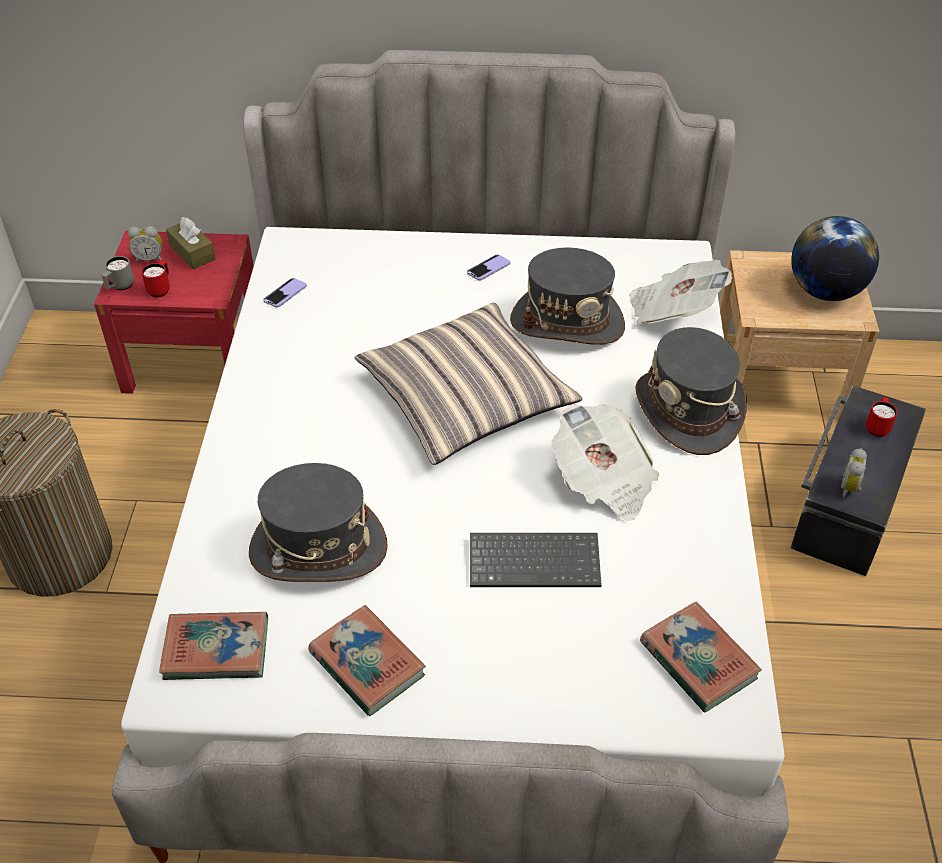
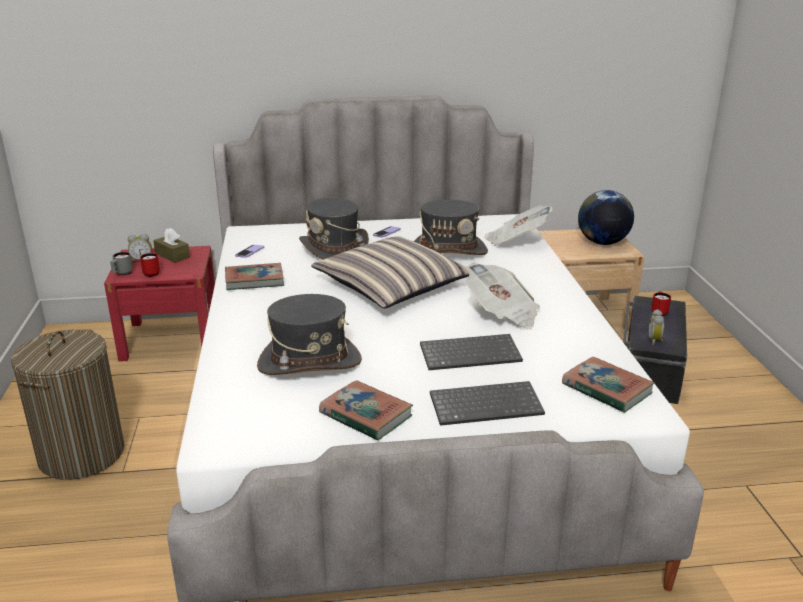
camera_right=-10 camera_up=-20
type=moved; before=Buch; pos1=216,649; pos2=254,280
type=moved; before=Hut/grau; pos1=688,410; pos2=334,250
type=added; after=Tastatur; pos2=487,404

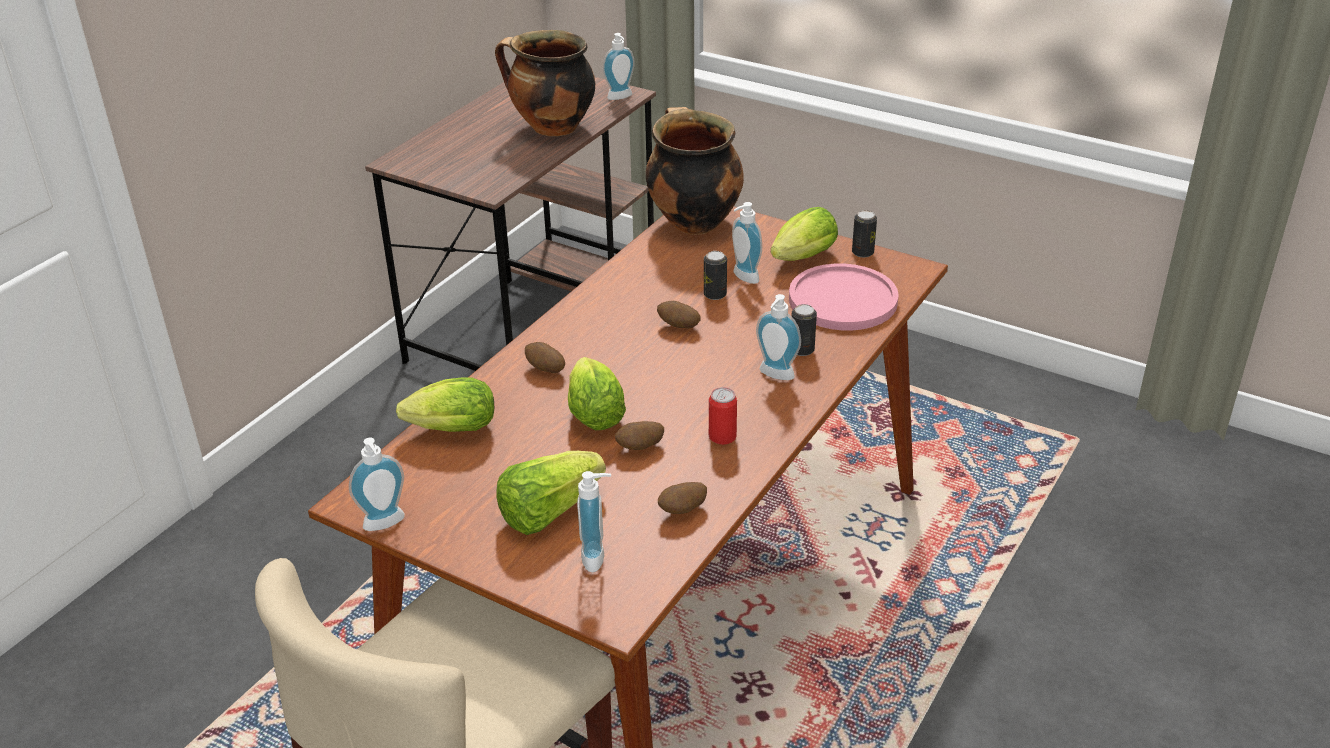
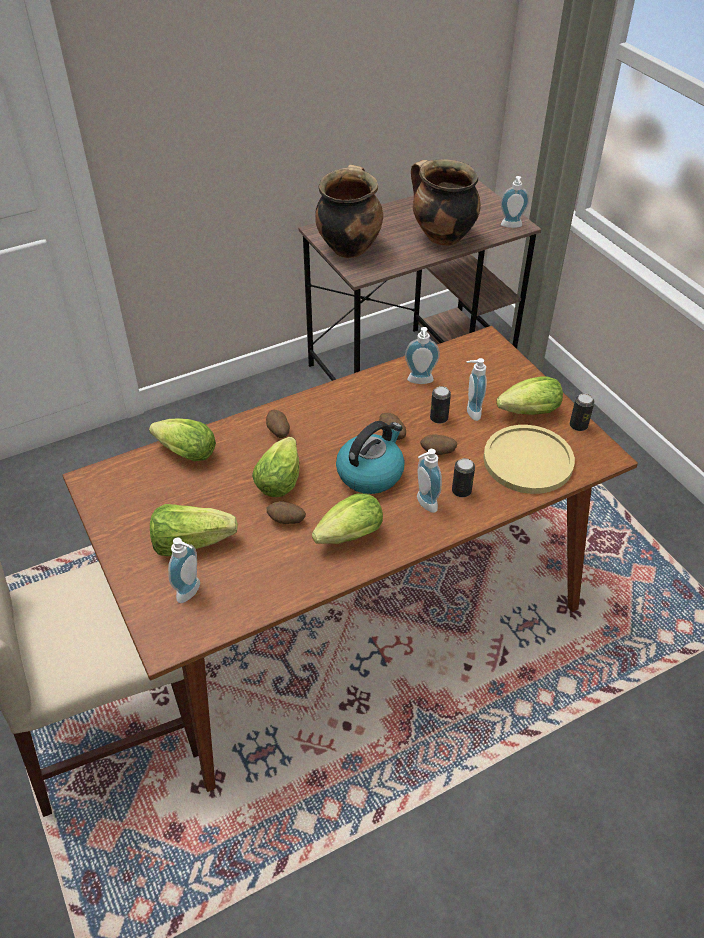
camera_right=30 camera_up=10
type=moved; before=Seifenspender; pos1=385,525; pos2=420,382
type=moved; before=Kochtopf; pos1=692,221; pos2=348,247
type=moved; before=Kartoffel; pos1=683,510; pos2=437,452
type=replaced; before=Dose; after=Salatkopf; pos1=722,436; pos2=346,537
type=recoloured; before=Teller/rosa; after=Teller/gelb; pos1=843,300; pos2=528,461
type=added; after=Wasserkessel; pos2=370,473

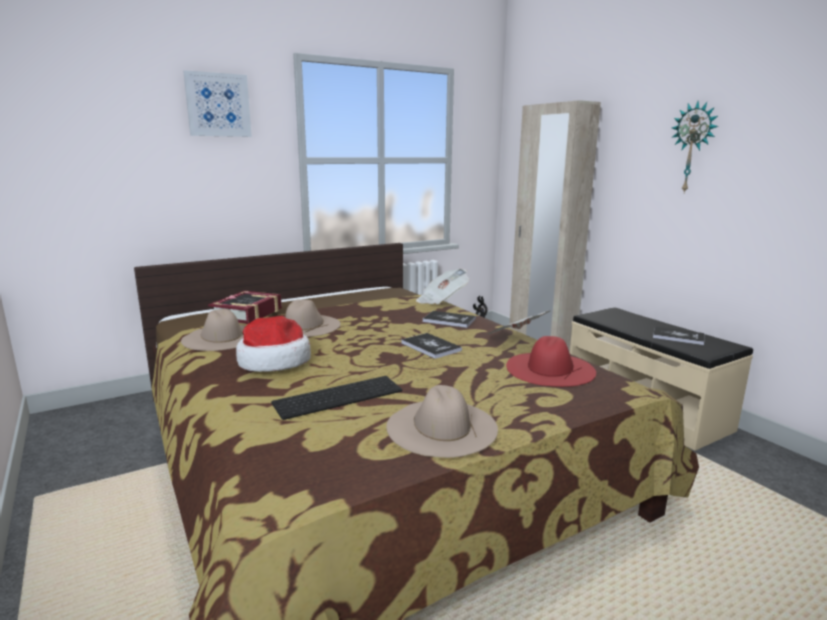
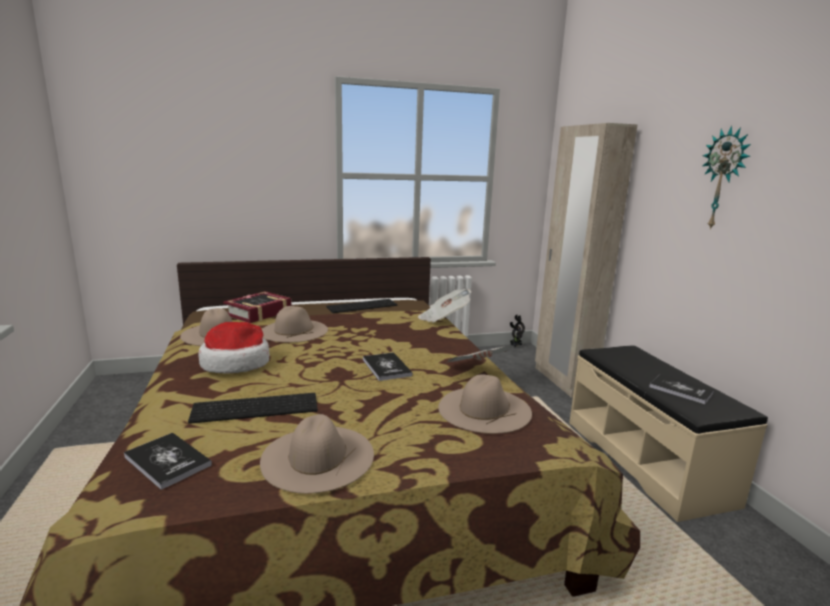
camera_right=15 camera_up=0
type=removed; before=Bild; pos1=218,105
type=moved; before=Buch; pos1=449,320; pos2=167,461
type=recoloured; before=Hut/rot; after=Hut/beige; pos1=550,368; pos2=484,409
type=added; after=Tastatur; pos2=362,306

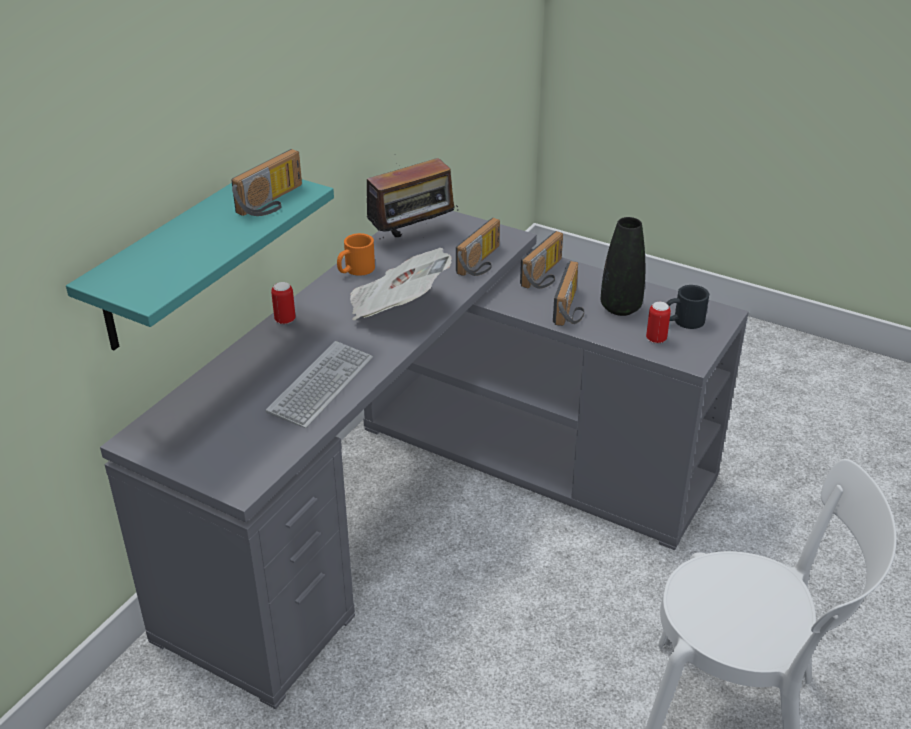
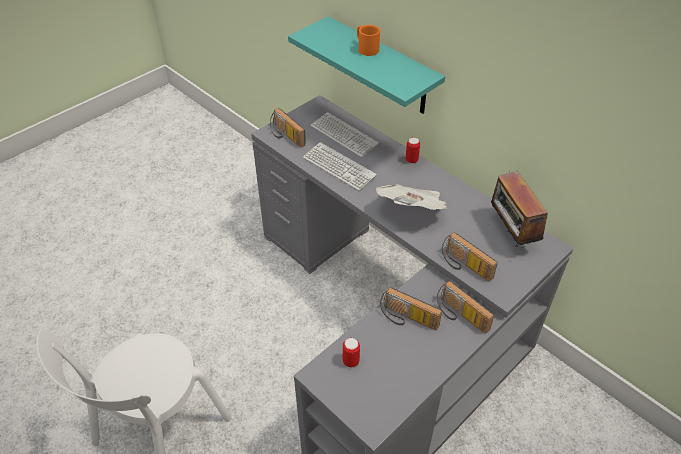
camera_right=105 camera_up=10
type=moved; before=Radio; pos1=273,202; pos2=285,136
type=moved; before=Henkelbecher/orange; pos1=355,270; pos2=366,48
type=removed; before=Vase/schwarz; pos1=620,308
type=removed; before=Henkelbecher/schwarz; pos1=682,321
type=added; after=Tastatur; pos2=344,135

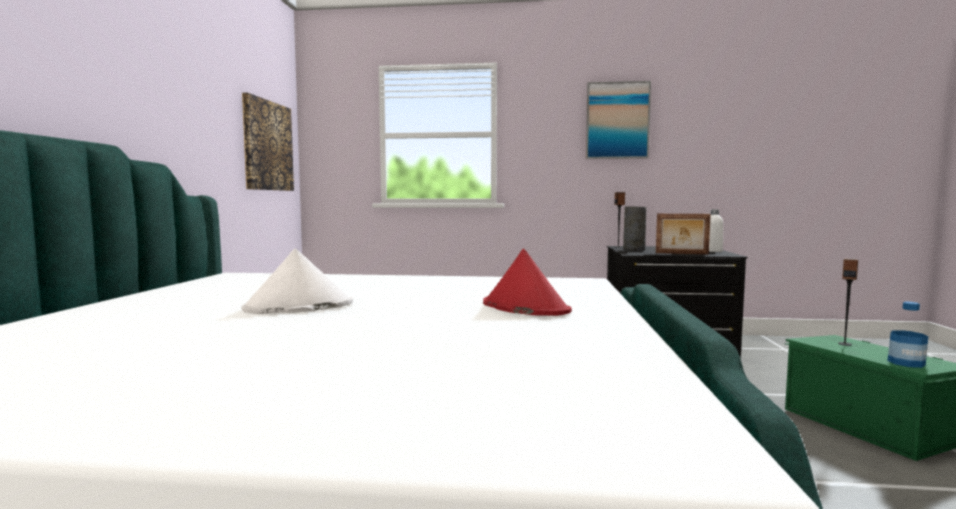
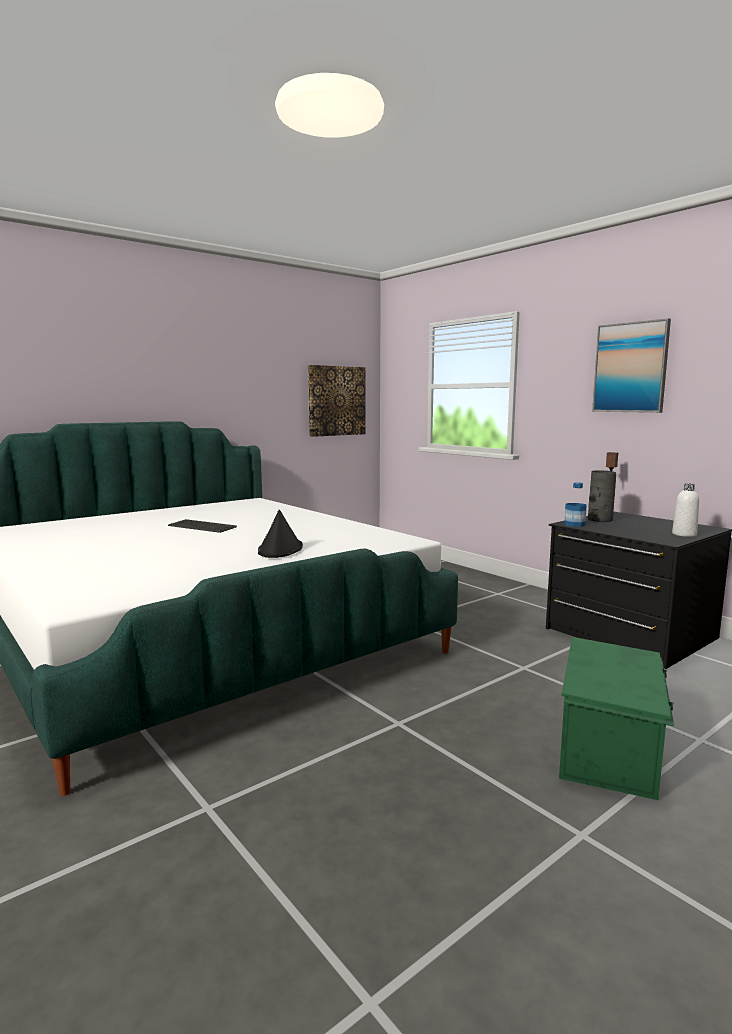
camera_right=45 camera_up=5
type=replaced; before=Hut/weiß; after=Tastatur; pos1=298,307; pos2=201,527
type=recoloured; before=Hut/rot; after=Hut/schwarz; pos1=524,307; pos2=280,550
type=removed; before=Bilderrahmen; pos1=681,253
type=removed; before=Lautsprecher; pos1=844,344
type=moved; before=Flasche; pos1=906,363; pos2=574,524

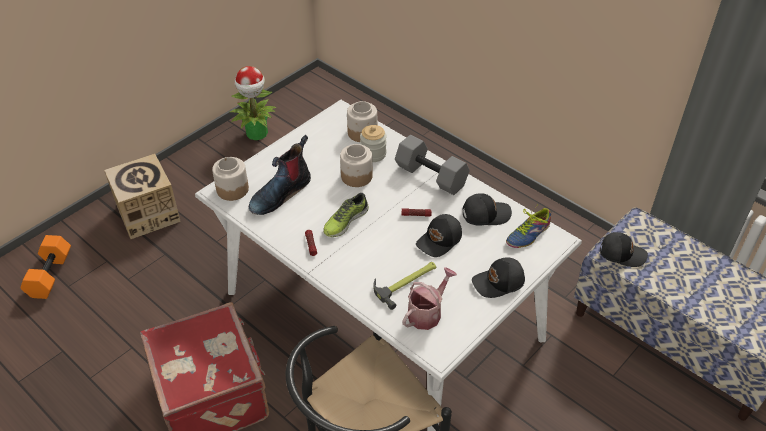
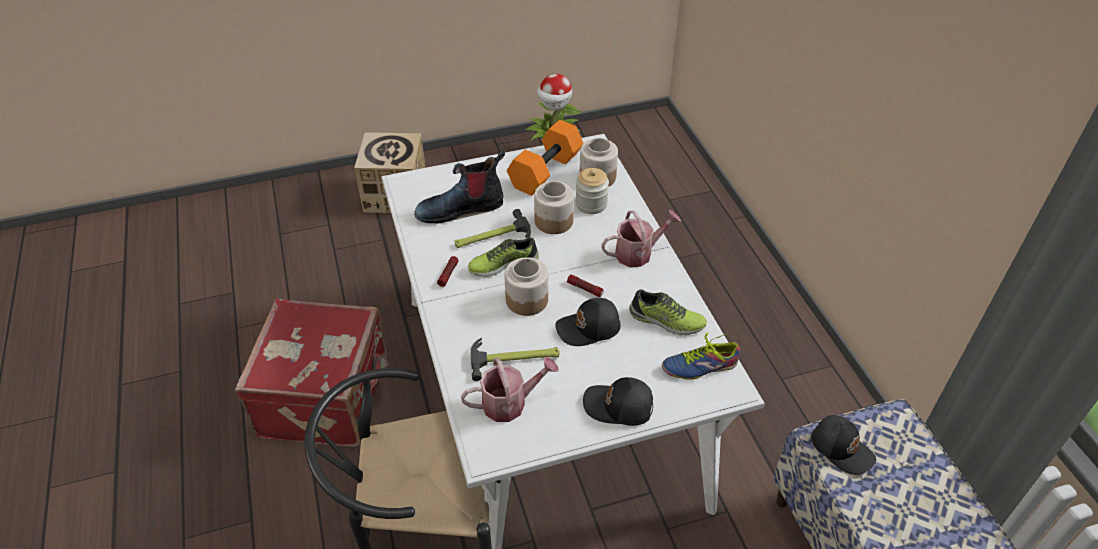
camera_right=30 camera_up=0
type=moved; before=Hantel/orange; pos1=49,274; pos2=545,170
type=moved; before=Vorratsglas; pos1=232,189; pos2=527,299
type=replaced; before=Hantel/grau; after=Gießkanne; pos1=432,175; pos2=638,253
type=replaced; before=Kappe/schwarz; after=Schuh; pos1=485,214; pos2=666,321
type=added; after=Hammer; pos2=492,236

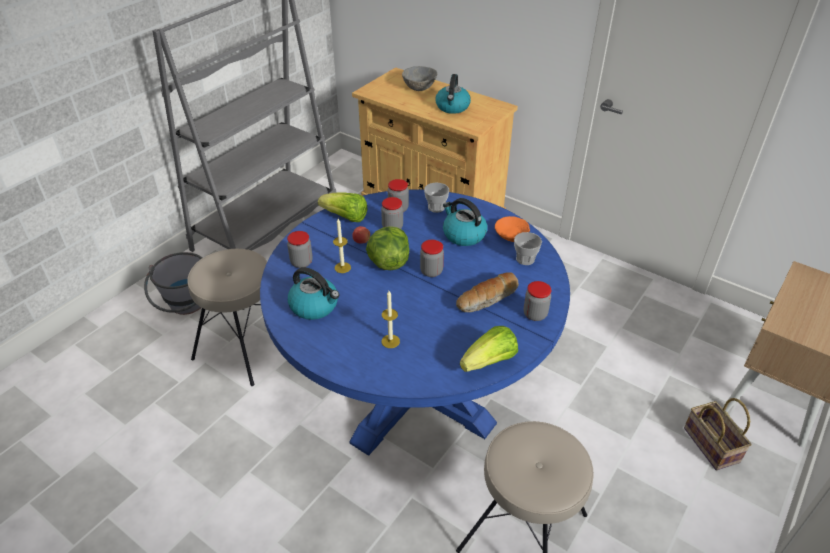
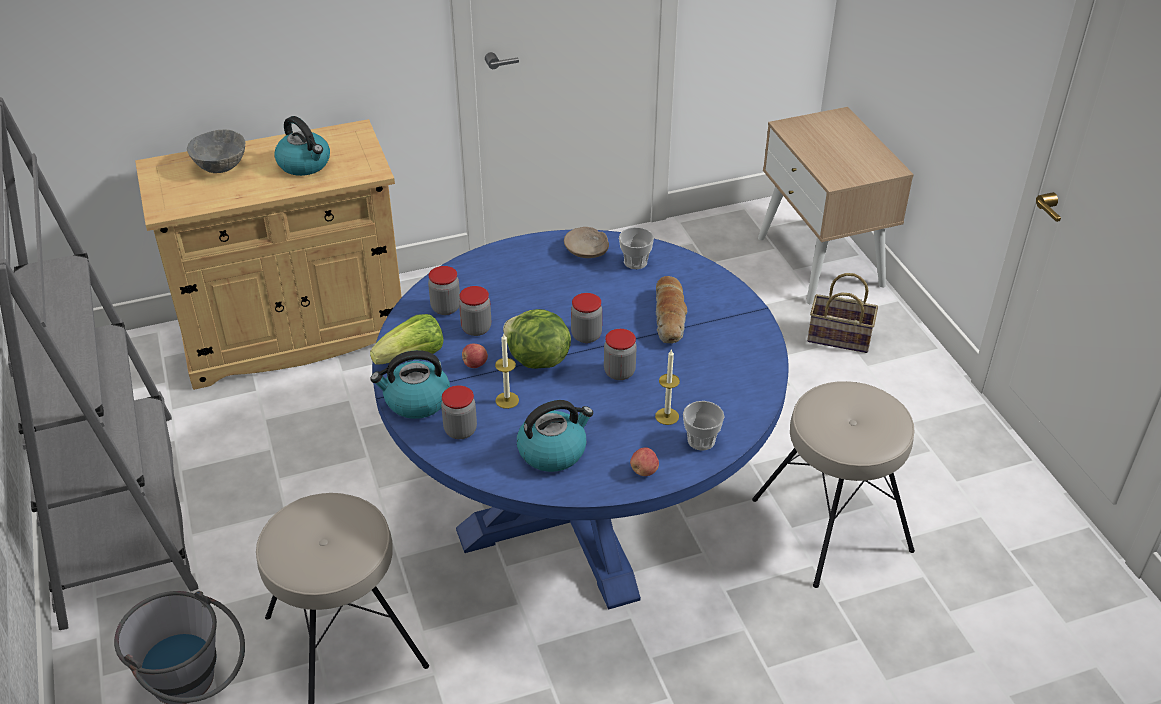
camera_right=-55 camera_up=0
type=moved; before=Tasse; pos1=436,207; pos2=701,440
type=moved; before=Wasserkessel; pos1=463,235; pos2=416,401
type=removed; before=Salatkopf; pos1=489,362
type=recoloured; before=Schüssel/orange; after=Schüssel/beige; pos1=511,235; pos2=587,250
type=moved; before=Vorratsglas; pos1=535,314; pos2=619,372
type=added; after=Apfel; pos2=644,471

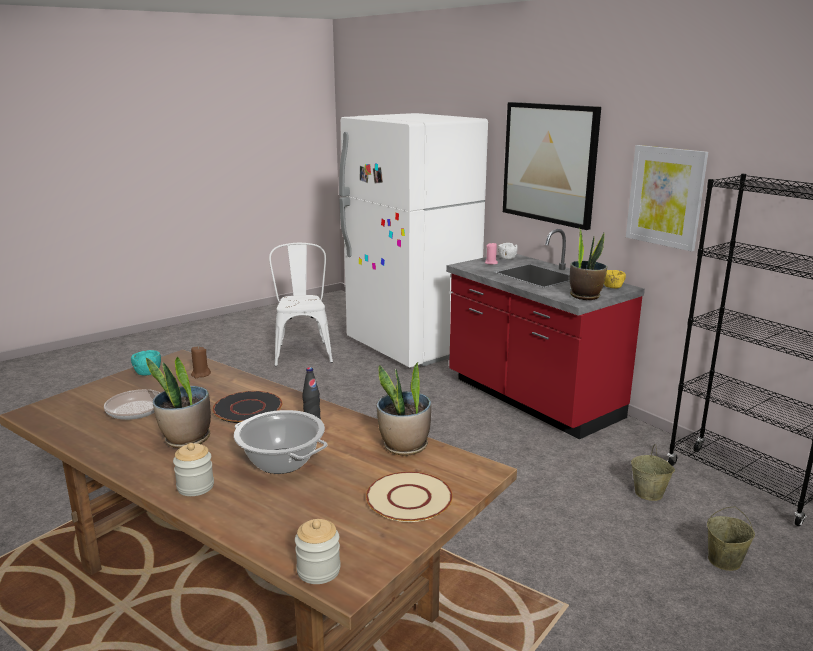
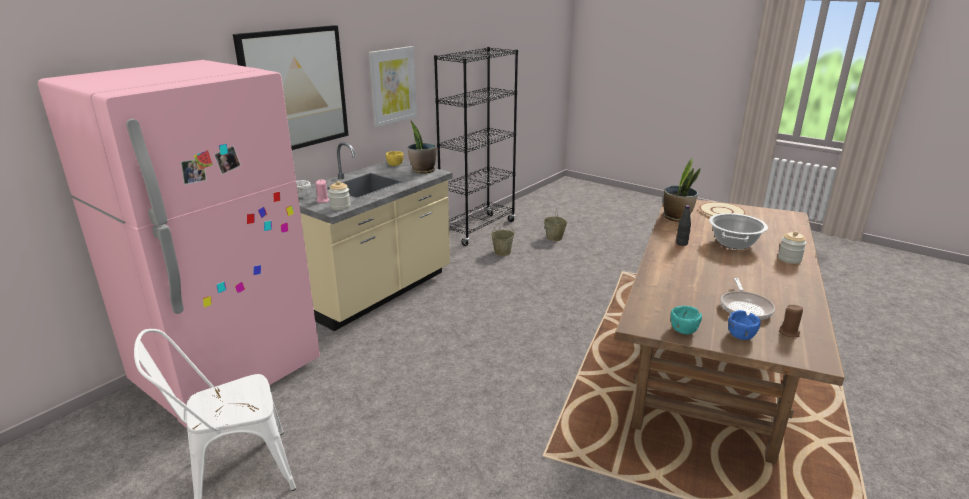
camera_right=-105 camera_up=5
type=removed; before=Topfpflanze; pos1=186,440
type=moved; before=Kerze/braun; pos1=200,374; pos2=789,333
type=removed; before=Teller/schwarz; pos1=247,408
type=moved; before=Vorratsglas; pos1=318,570; pos2=340,207
type=recoloured; before=Kühlschrank/weiß; after=Kühlschrank/rosa; pos1=412,346; pos2=229,374
type=recoloured; before=Küchenzeile/rot; after=Küchenzeile/beige; pos1=531,399; pos2=376,292
type=added; after=Schüssel/blau; pos2=741,335

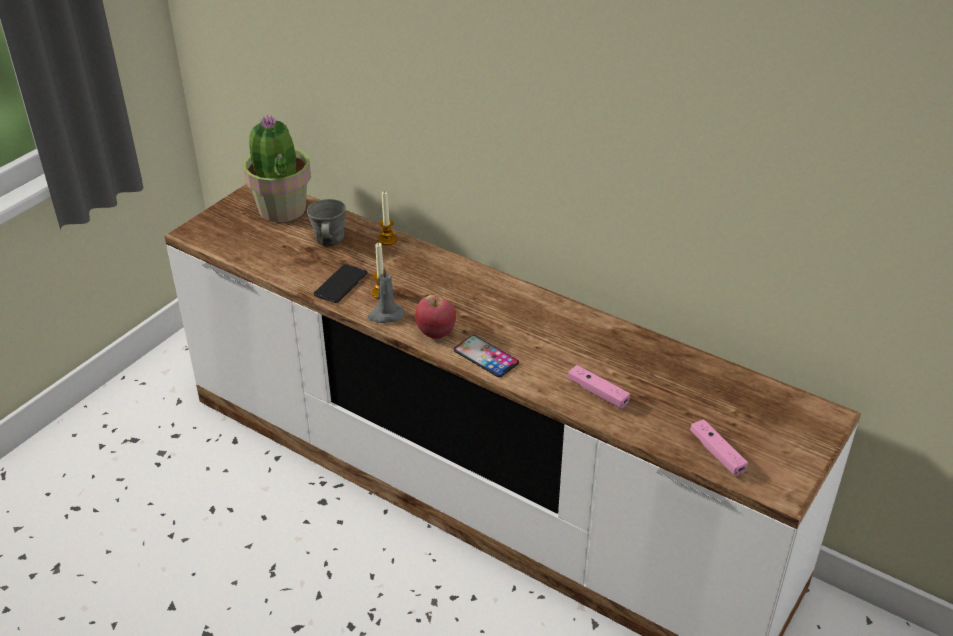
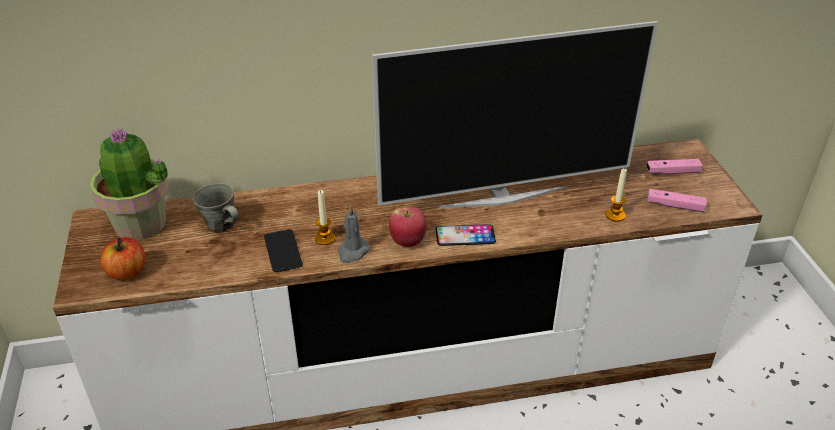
camera_right=-45 camera_up=0
type=moved; before=Kerze; pos1=387,239; pos2=615,215
type=moved; before=Gamepad/rosa; pos1=597,392; pos2=672,172
type=added; after=Apfel; pos2=127,272
type=added; after=Fernseher; pos2=502,196

